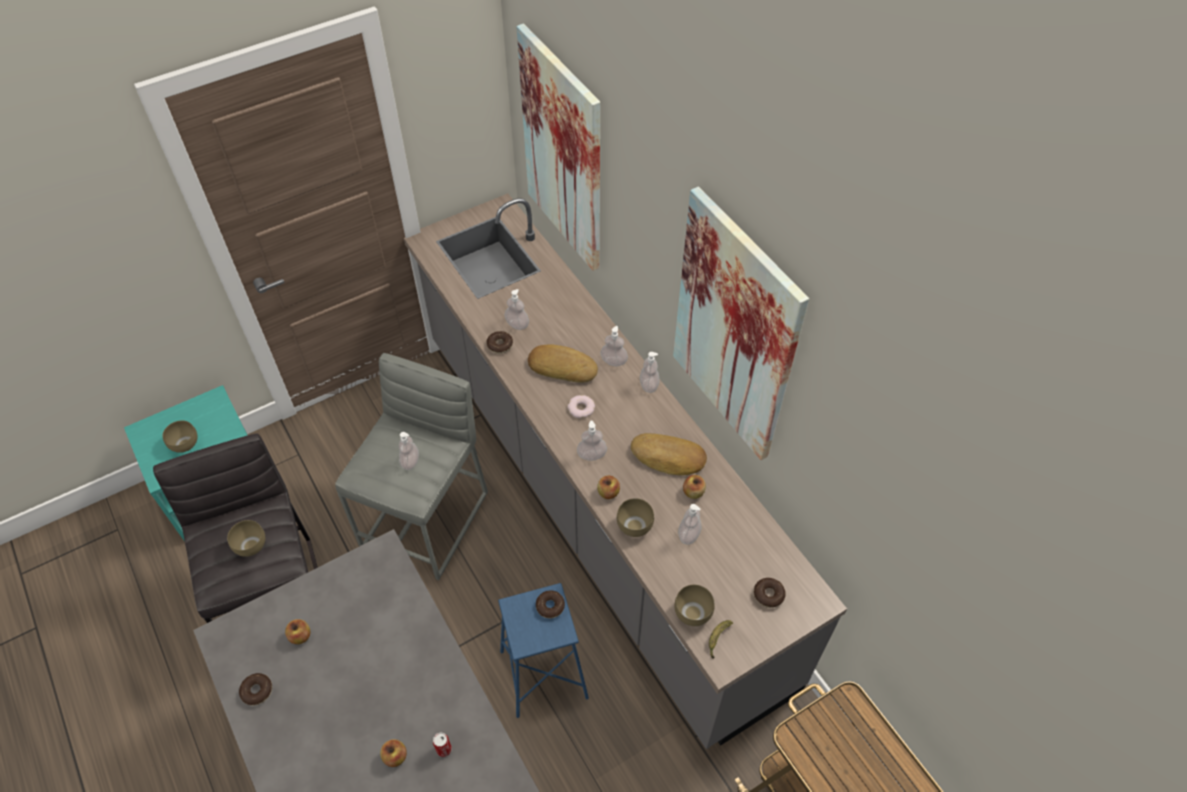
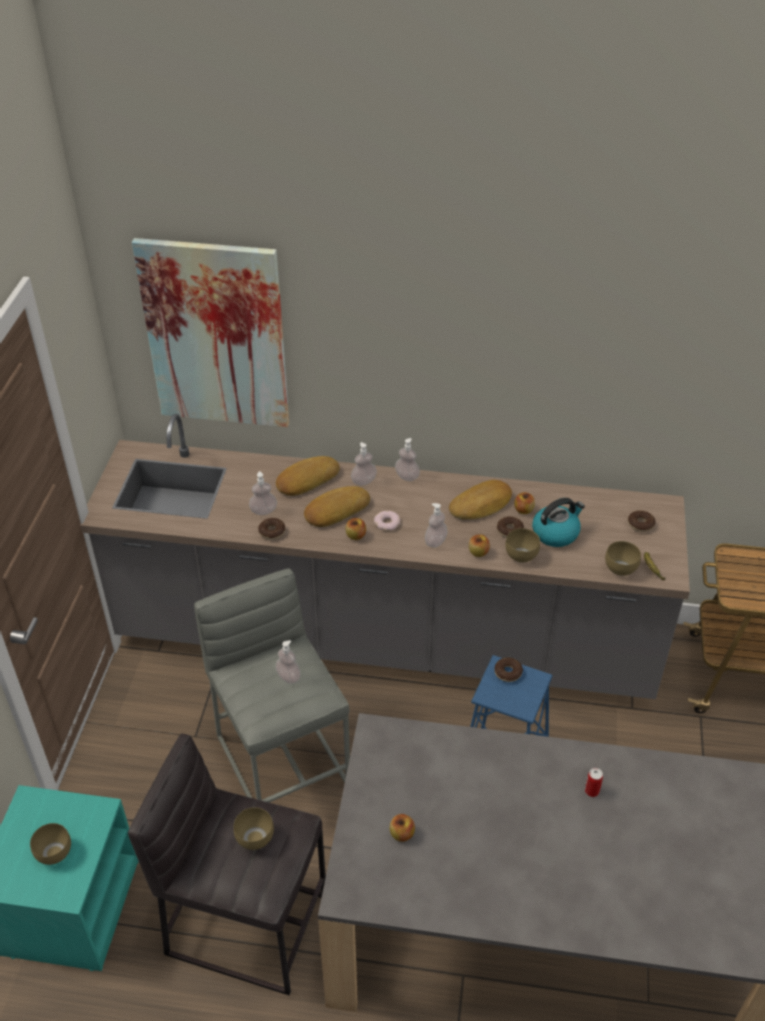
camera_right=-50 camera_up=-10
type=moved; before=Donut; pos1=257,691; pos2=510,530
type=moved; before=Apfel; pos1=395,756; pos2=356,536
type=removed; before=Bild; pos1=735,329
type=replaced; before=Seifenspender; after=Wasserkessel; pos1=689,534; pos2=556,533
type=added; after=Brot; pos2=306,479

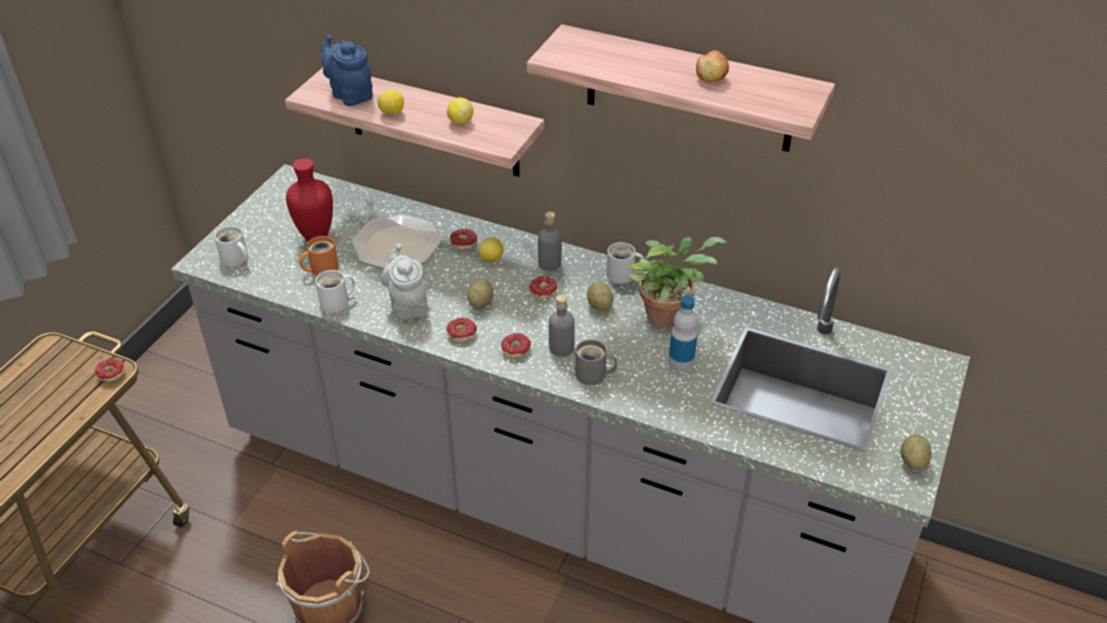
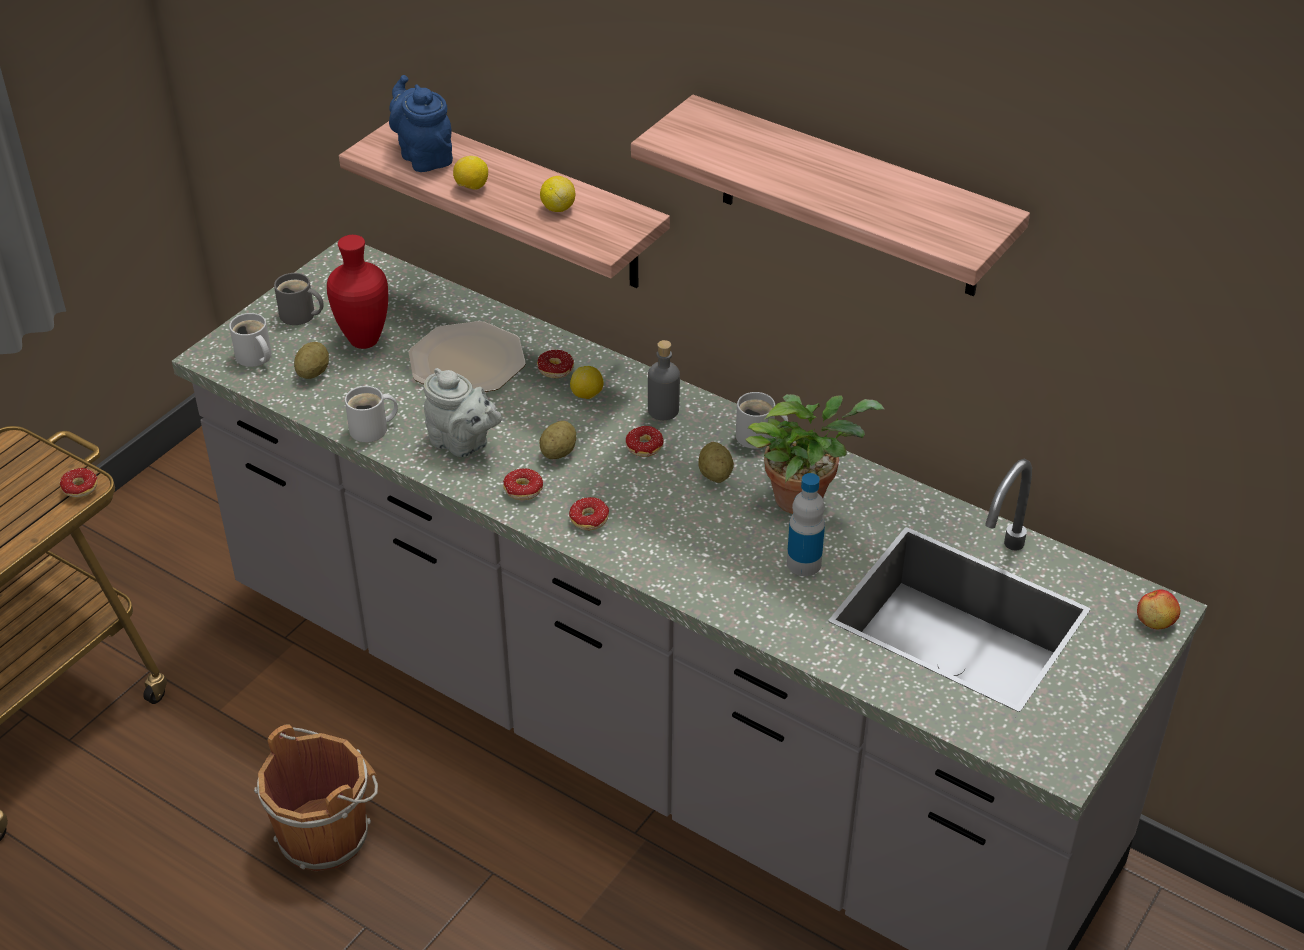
camera_right=10 camera_up=0
type=removed; before=Henkelbecher/orange; pos1=321,268
type=turned; before=Teekanne/grau; pos1=408,305; pos2=462,443; turn=135
type=removed; before=Flasche/grau; pos1=561,348
type=moved; before=Henkelbecher/grau; pos1=593,375; pos2=300,316
type=moved; before=Apfel; pos1=711,79; pos2=1155,621
type=moved; before=Kartoffel; pos1=913,461; pos2=313,372

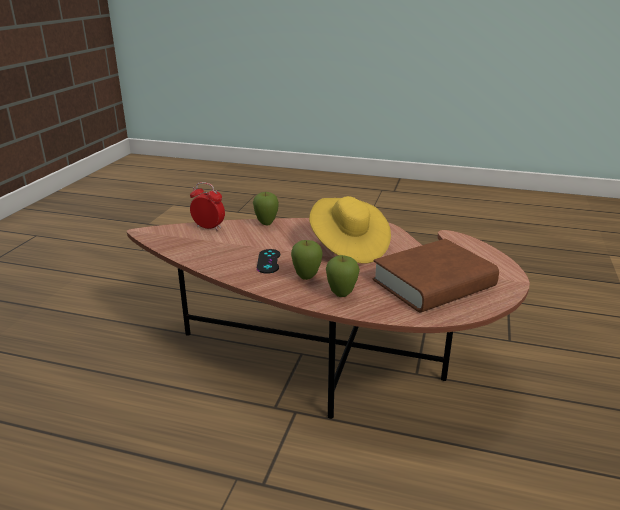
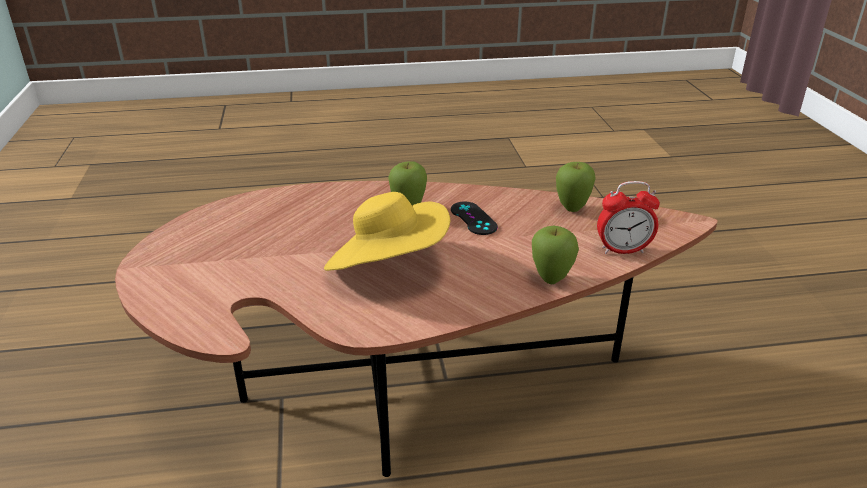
camera_right=155 camera_up=5
type=moved; before=Apfel; pos1=341,295; pos2=572,209
type=removed; before=Buch/braun; pos1=433,284

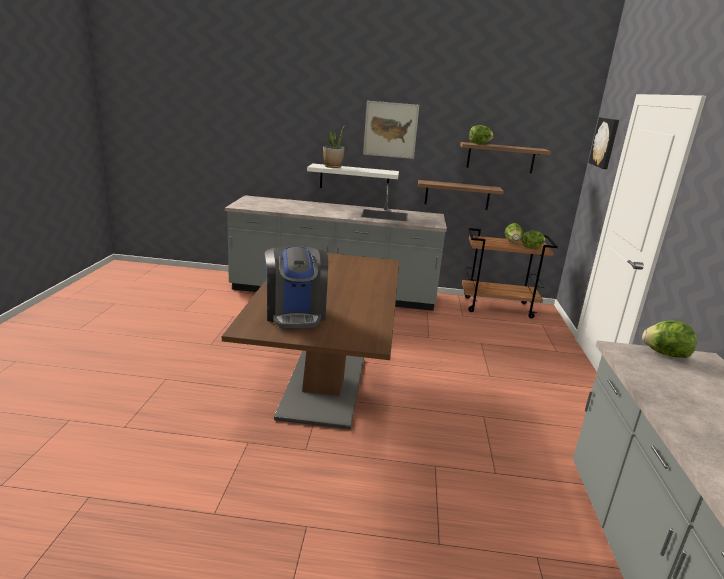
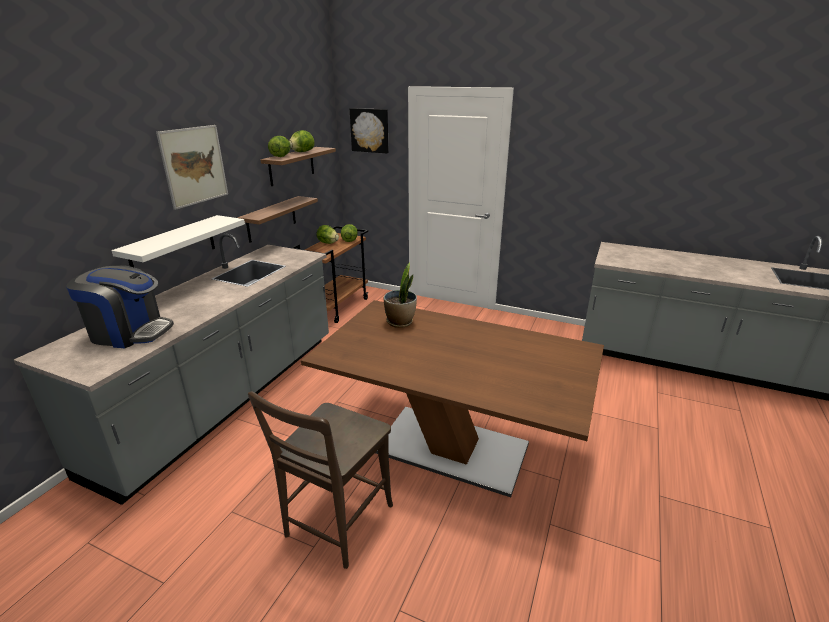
camera_right=-70 camera_up=5
type=moved; before=Kaffeemaschine; pos1=295,314; pos2=130,332
type=moved; before=Topfpflanze; pos1=333,167; pos2=400,322
type=moved; before=Salatkopf; pos1=665,354; pos2=302,152
type=added; after=Stuhl/braun; pos2=335,524

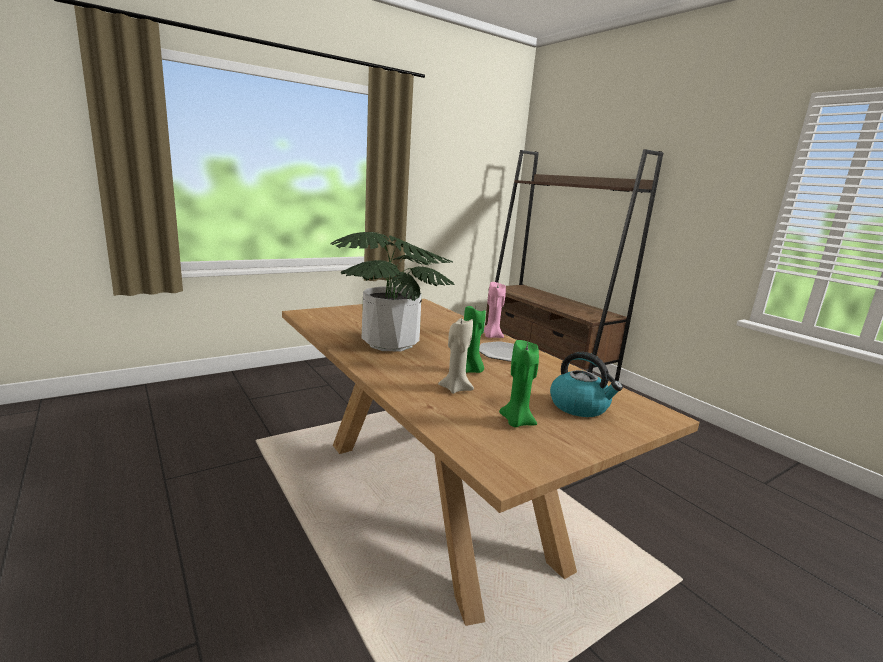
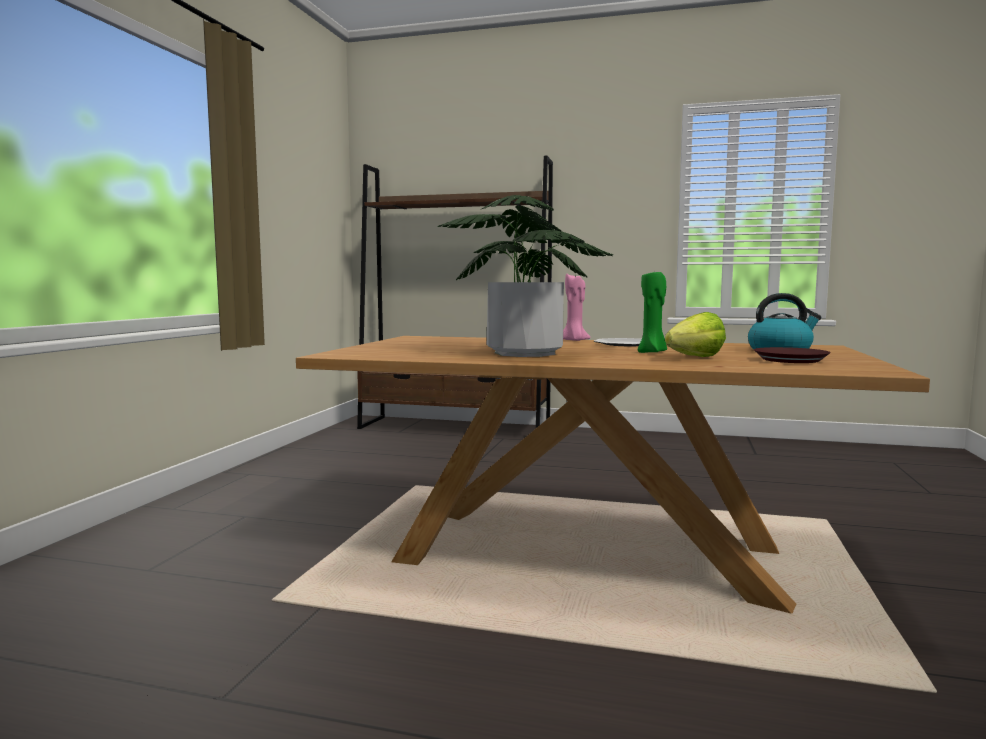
camera_right=-40 camera_up=-10
type=replaced; before=Kerze/beige; after=Salatkopf; pos1=455,388; pos2=689,358
type=replaced; before=Kerze/grün; after=Teller/braun; pos1=516,422; pos2=789,360

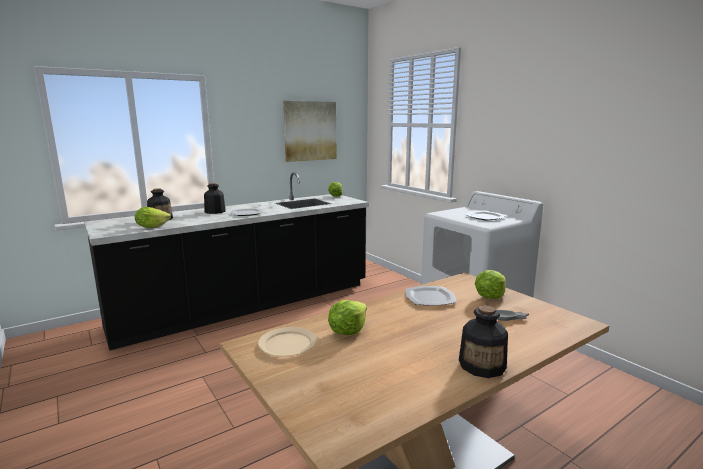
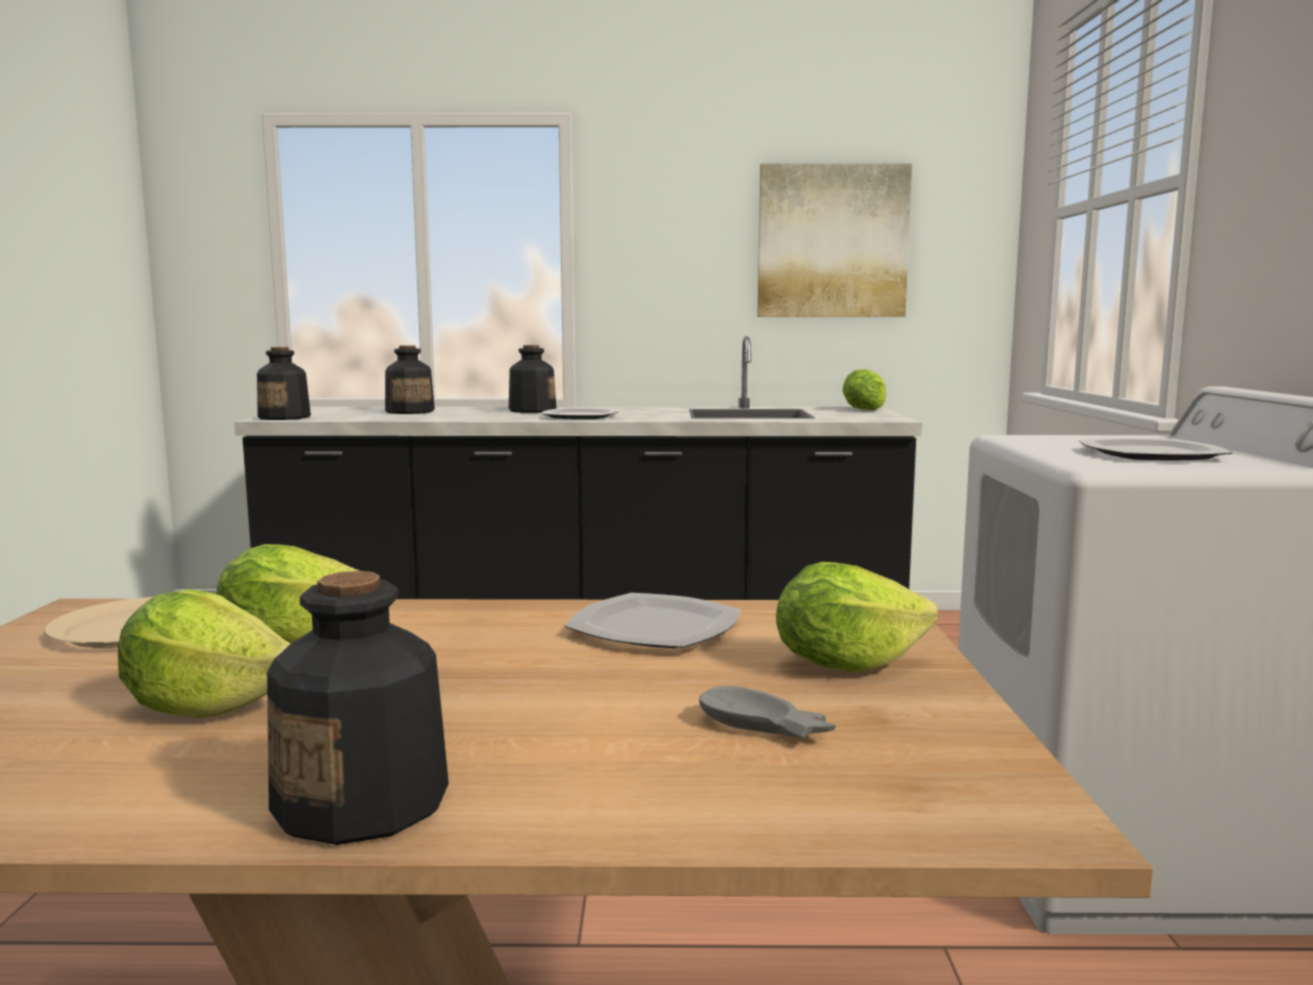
camera_right=35 camera_up=-5
type=moved; before=Salatkopf; pos1=152,227; pos2=207,707
type=added; after=Flasche; pos2=285,417

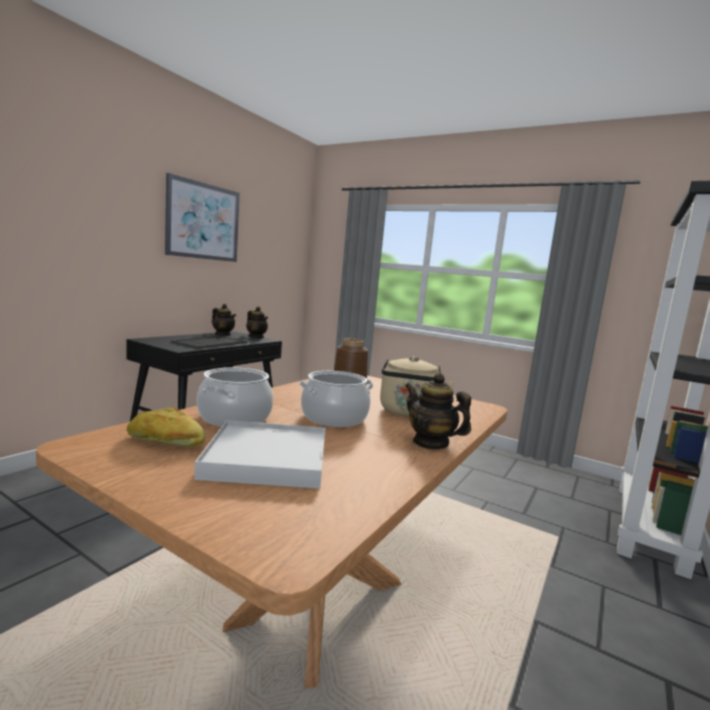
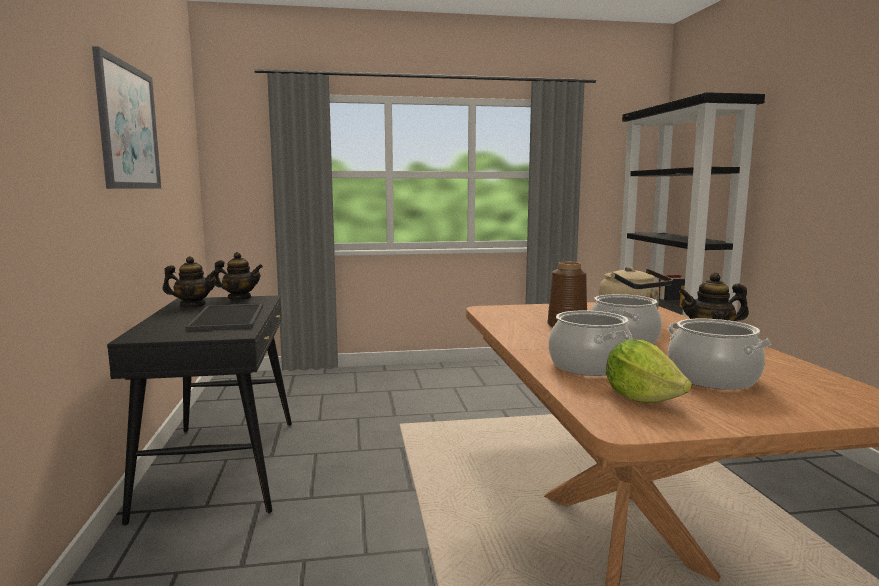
camera_right=-40 camera_up=0
type=replaced; before=Brot; after=Salatkopf; pos1=165,442; pos2=642,398
type=replaced; before=Tablett/weiß; after=Kochtopf; pos1=267,458; pos2=713,378

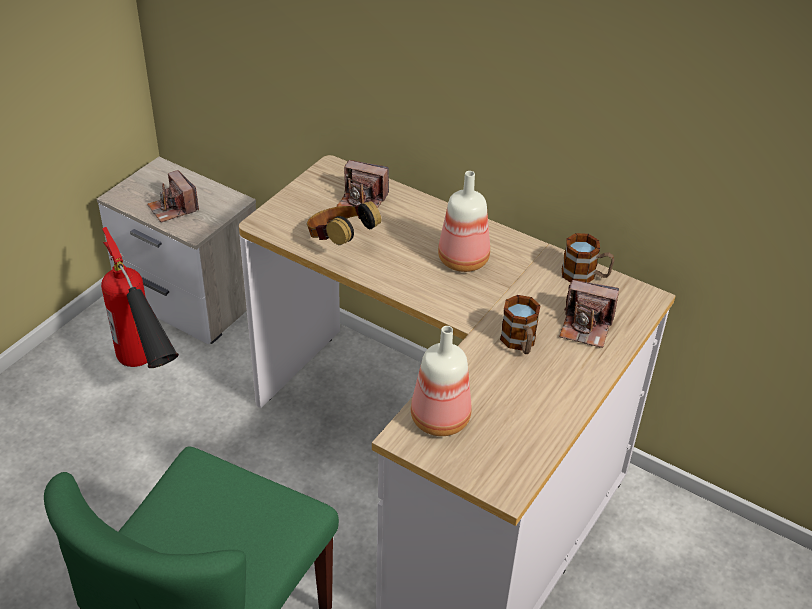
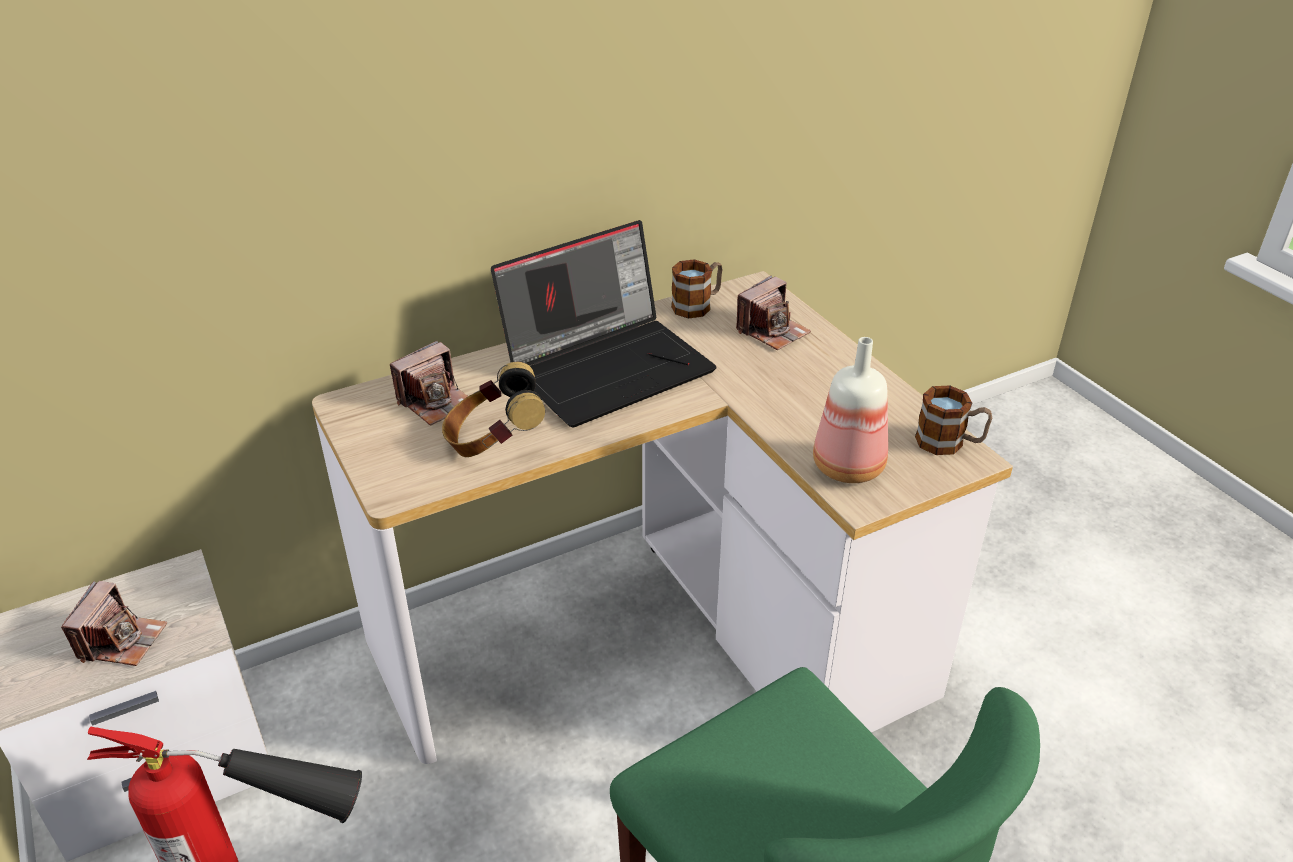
camera_right=-60 camera_up=-5
type=turned; before=Kamera; pos1=173,208; pos2=122,641; turn=-75
type=replaced; before=Flasche; after=Laptop; pos1=465,260; pos2=609,366
type=moved; before=Henkelbecher; pos1=520,343; pos2=949,443

